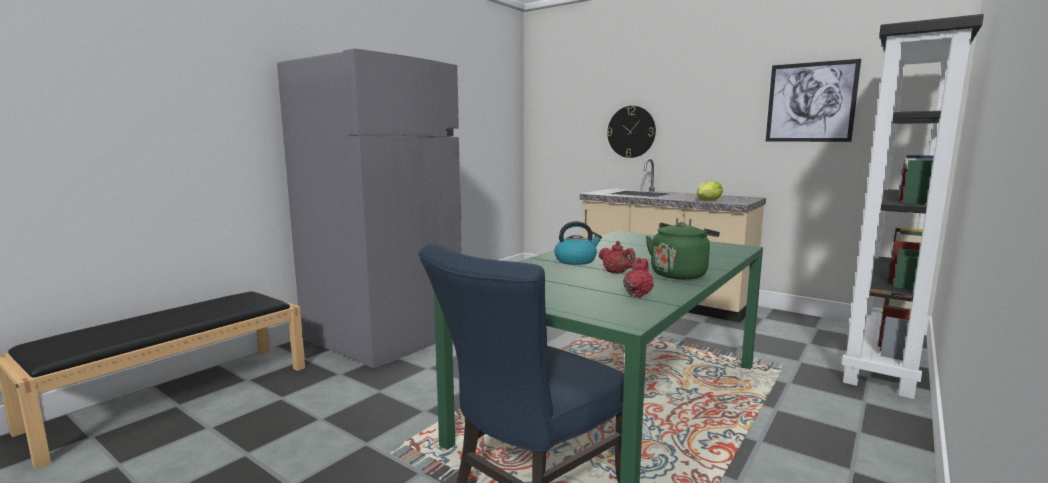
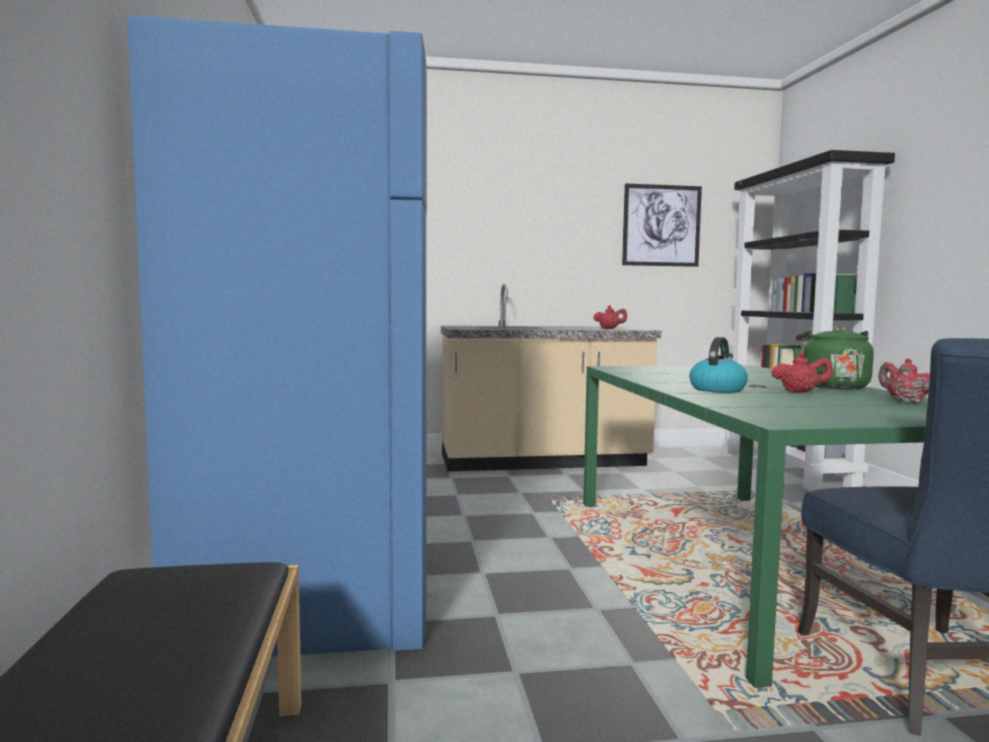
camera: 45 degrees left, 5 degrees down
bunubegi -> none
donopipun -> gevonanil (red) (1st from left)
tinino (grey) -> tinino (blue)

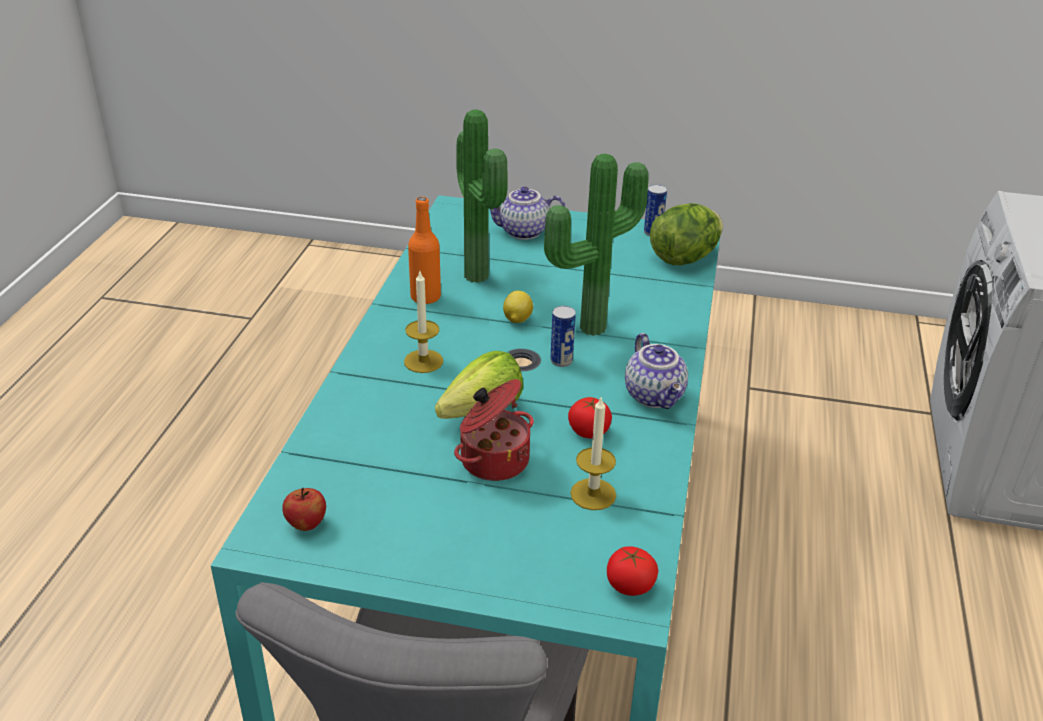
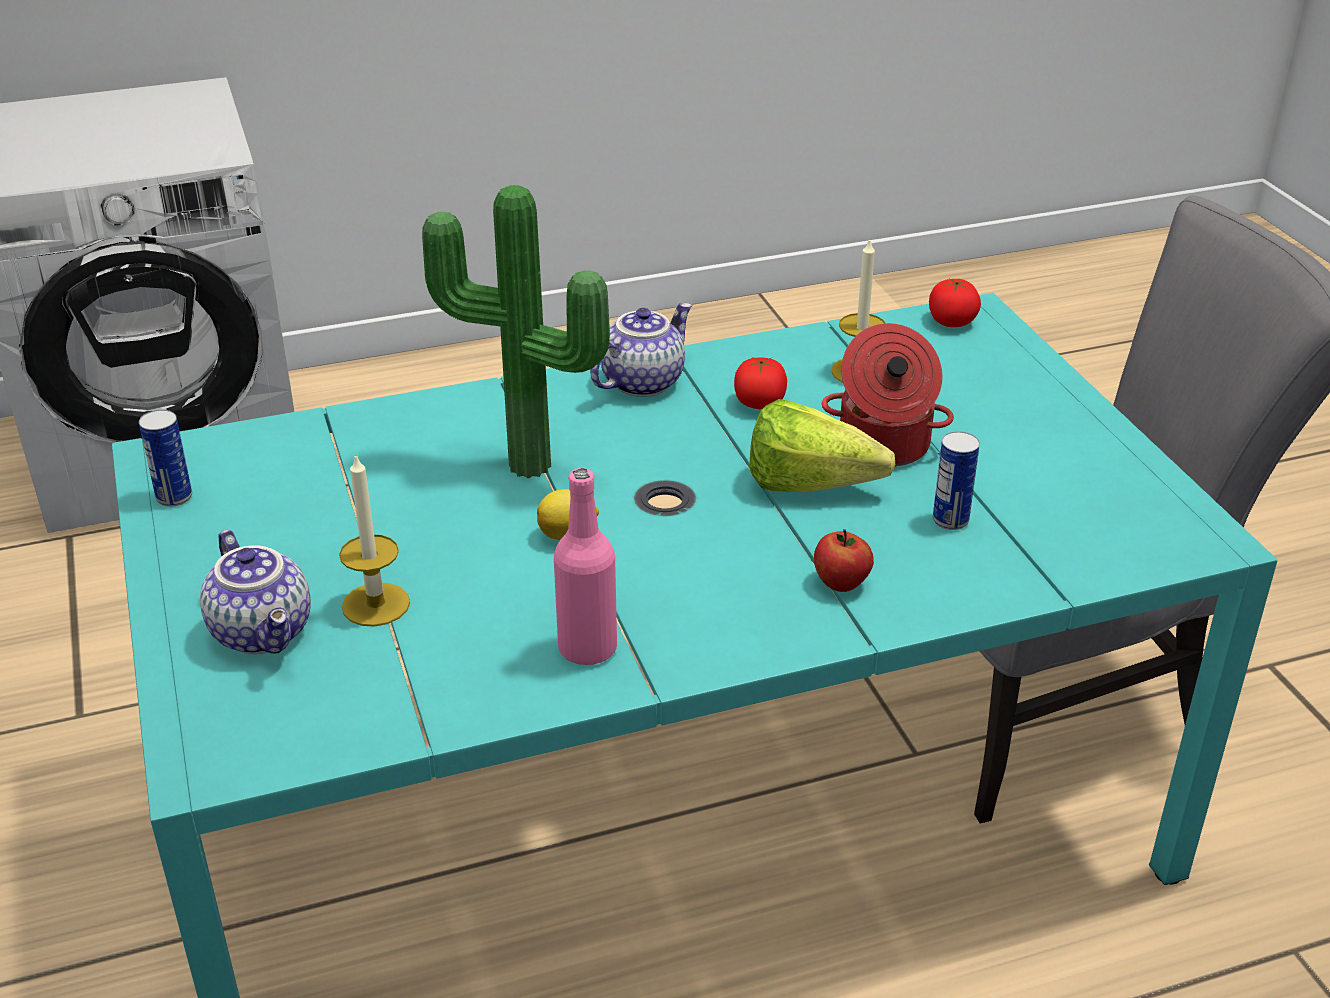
camera: 120 degrees left, 0 degrees up
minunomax (1st from left) -> none
donopipun (2nd from left) -> none
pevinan, move
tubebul (1st from left), move
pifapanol (1st from left in the first image) -> pifapanol (2nd from left), move
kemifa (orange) -> kemifa (pink)

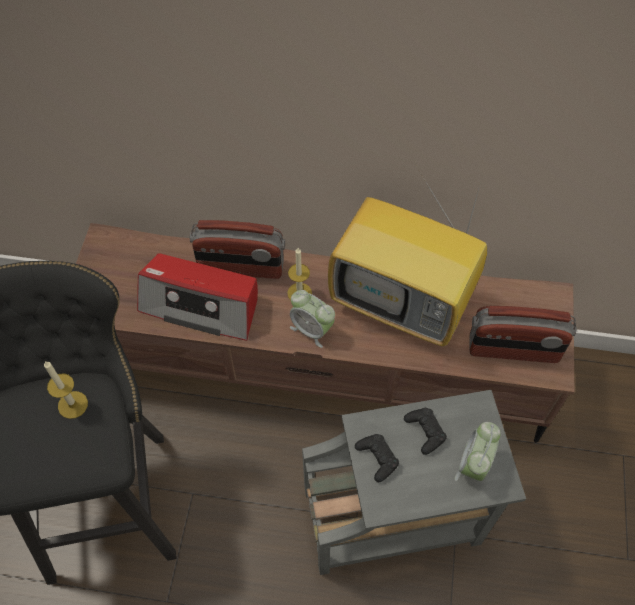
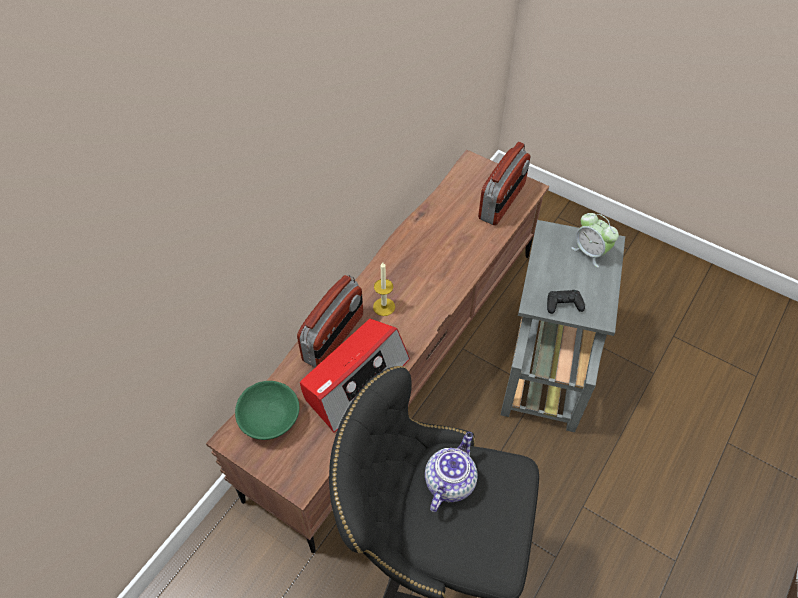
camera: 65 degrees left, 5 degrees down
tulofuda (1st from left) -> none
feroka -> none
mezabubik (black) (2nd from left) -> none
none -> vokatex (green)
tubebul (1st from left) -> gevonanil

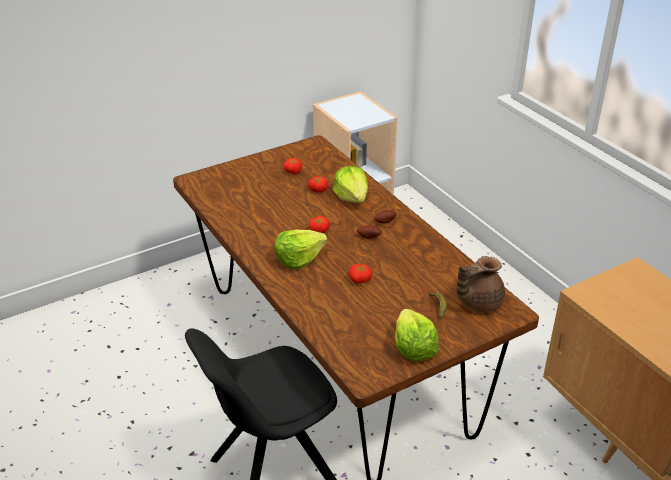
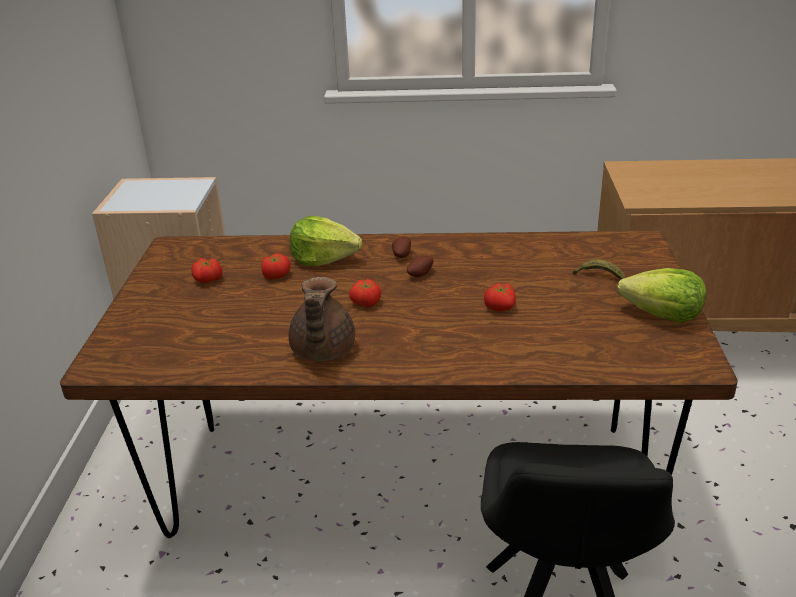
camera: 55 degrees left, 5 degrees down
donopipun (1st from left) -> none
gevonanil (brown), move

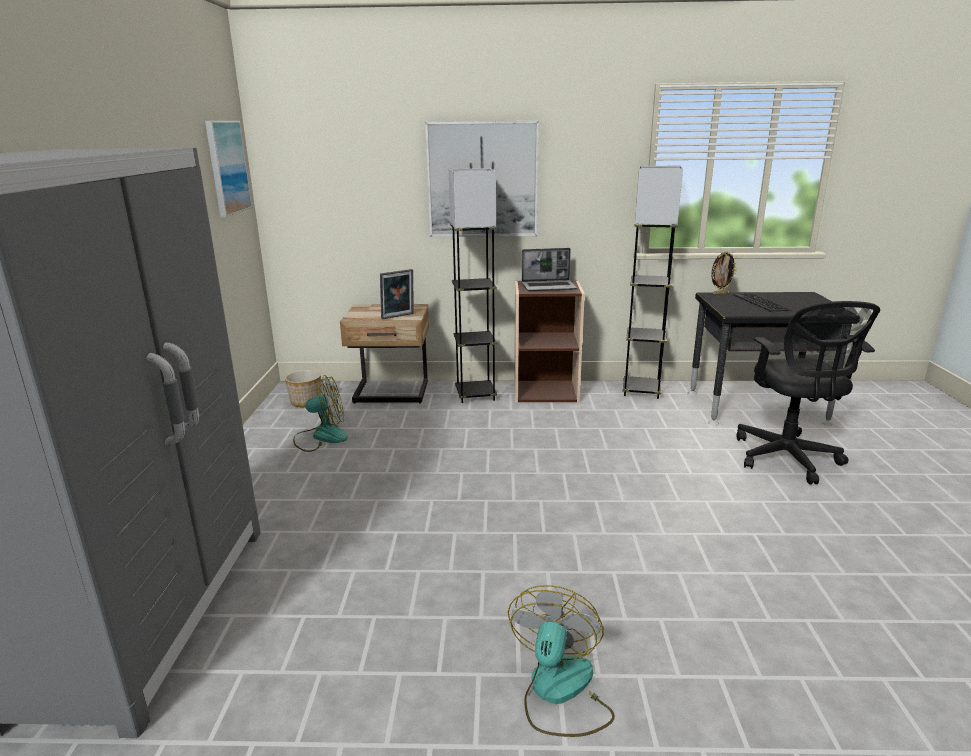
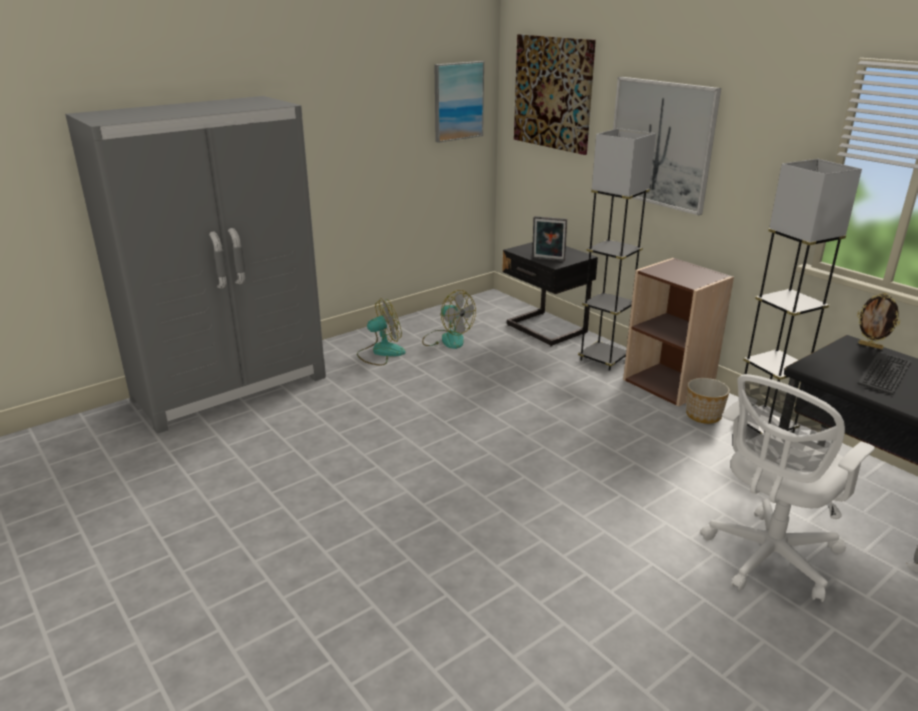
camera: 50 degrees right, 5 degrees up
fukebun -> none
none -> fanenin (2nd from left)
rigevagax, move
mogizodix (2nd from left in the first image) -> mogizodix (1st from left), move
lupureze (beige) -> lupureze (black)
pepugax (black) -> pepugax (white)

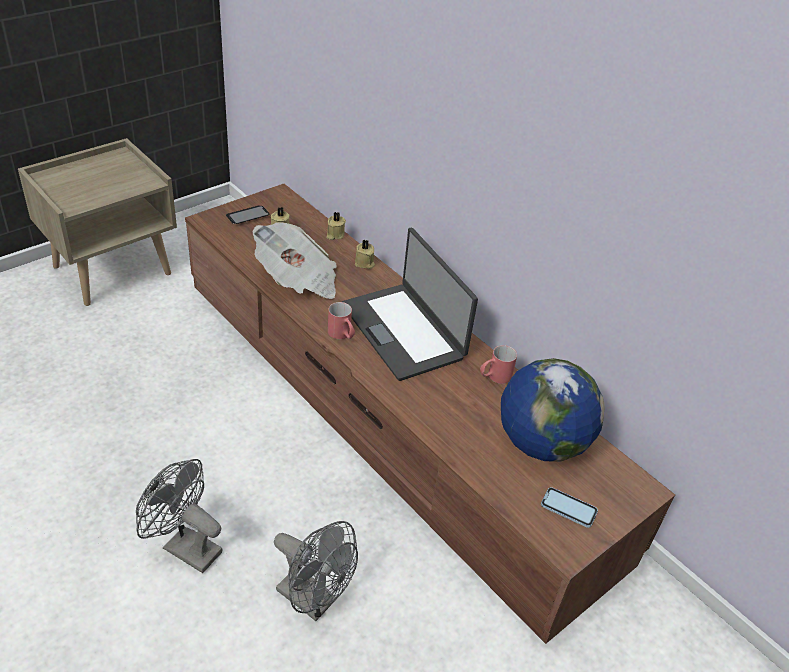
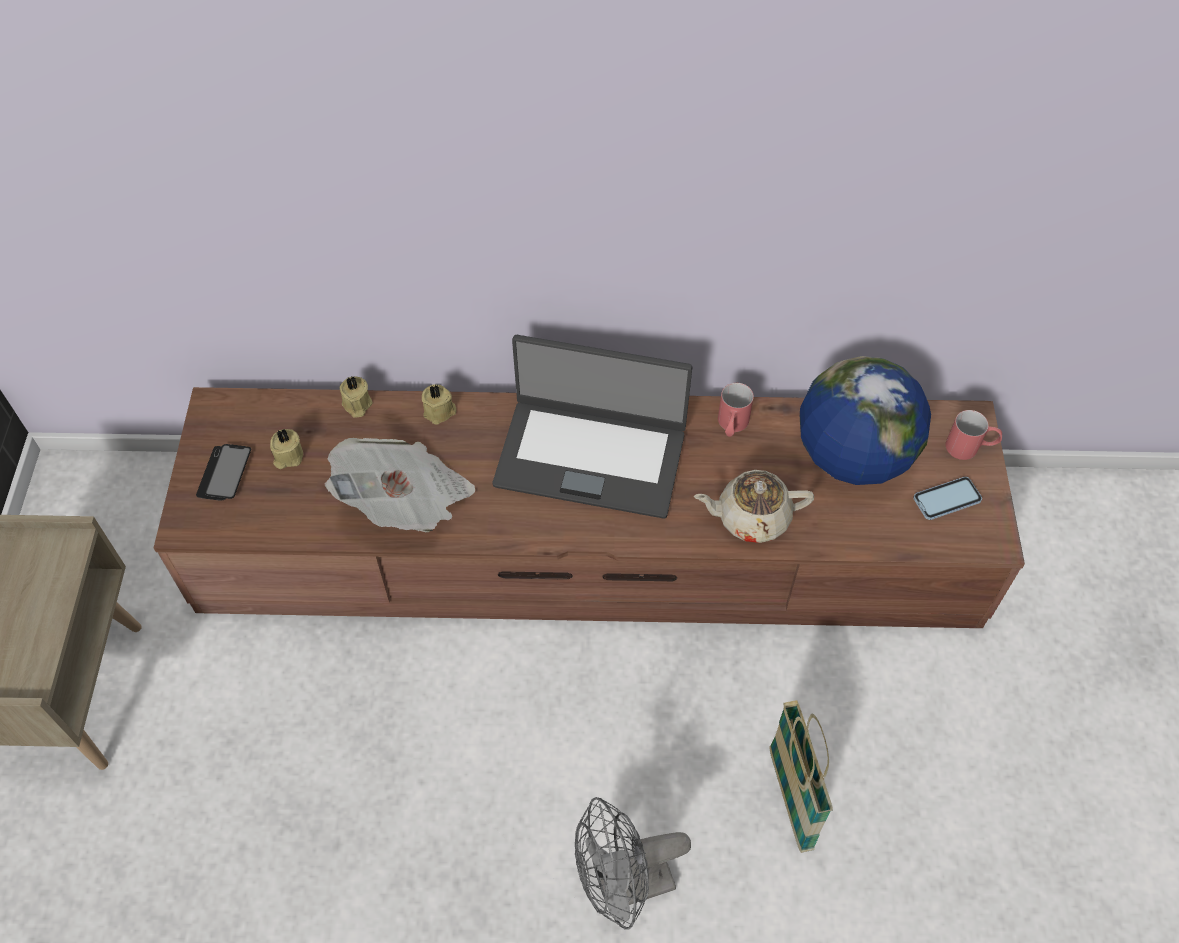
camera: 45 degrees left, 15 degrees up
none -> gevonanil (beige)
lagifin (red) (1st from left in the first image) -> lagifin (red) (2nd from left), move
mogizodix (grey) (2nd from left) -> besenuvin

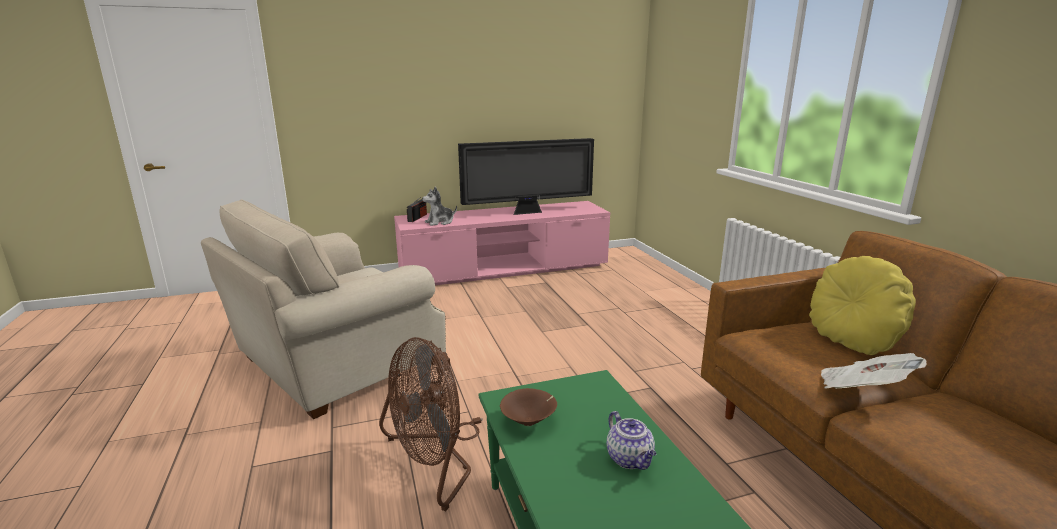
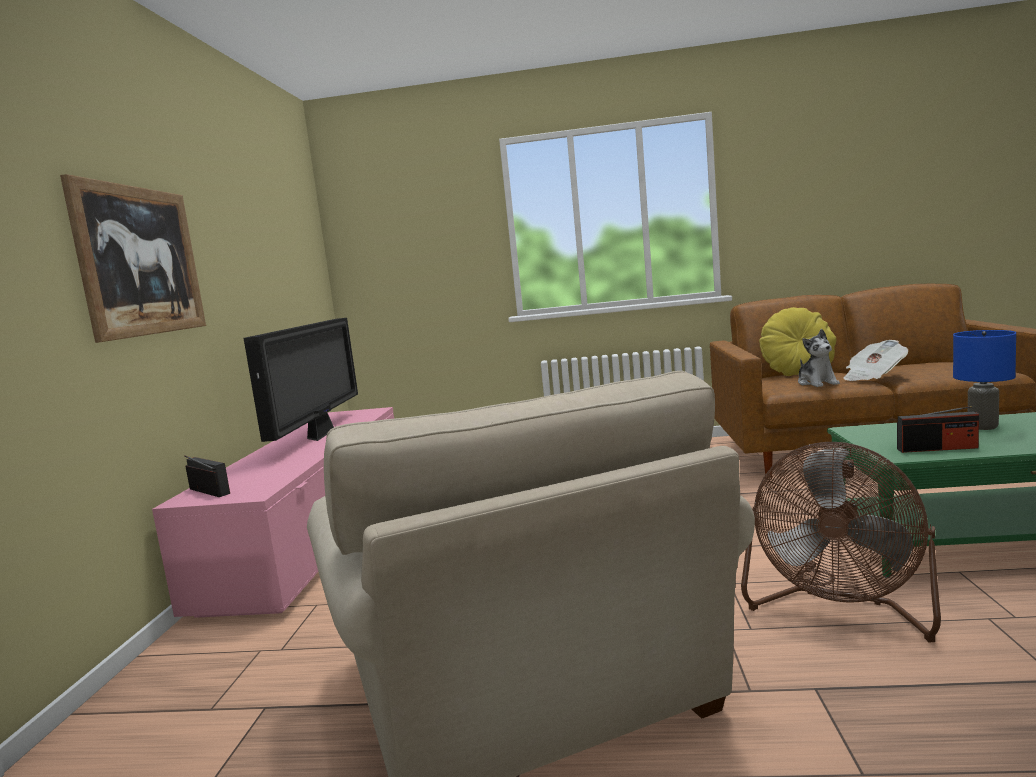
camera: 65 degrees left, 10 degrees down
none -> fanenin
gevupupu, move
vokatex (brown) -> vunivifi (2nd from left)
gevonanil -> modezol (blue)
mogizodix (brown), 45 degrees clockwise

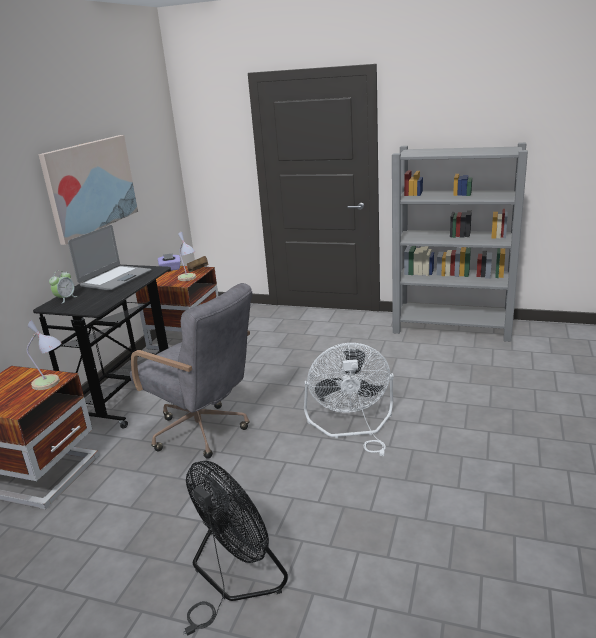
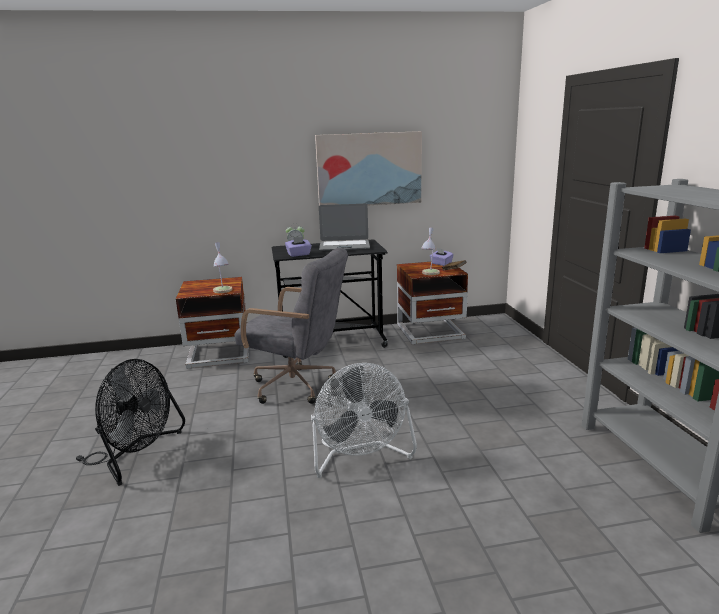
camera: 60 degrees right, 5 degrees down
none -> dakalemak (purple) (1st from left)
pepugax (grey), 75 degrees counterclockwise
mogizodix (white), 105 degrees clockwise

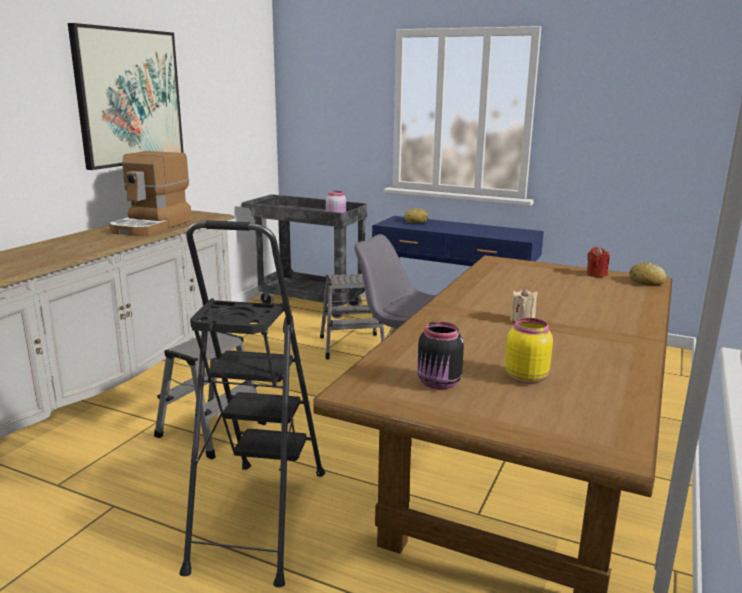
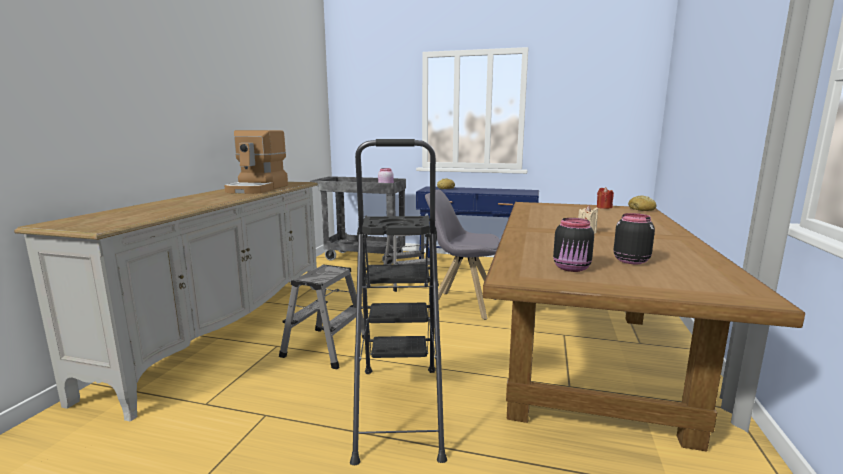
camera: 10 degrees left, 5 degrees down
fanenin -> none
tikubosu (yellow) -> tikubosu (black) (2nd from left)

